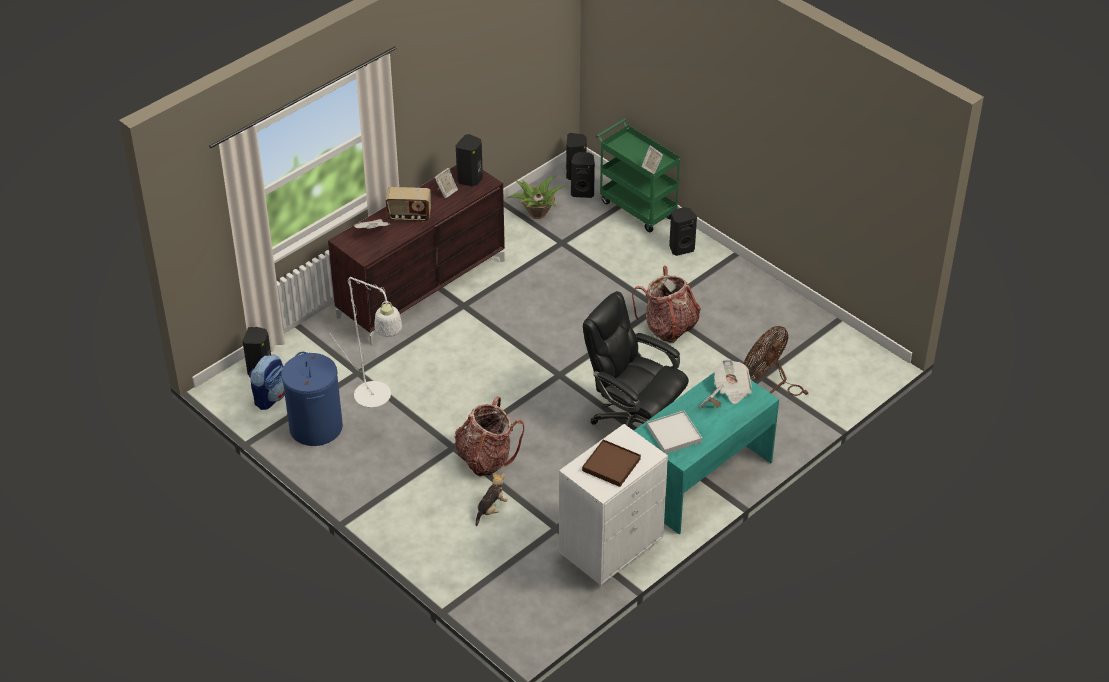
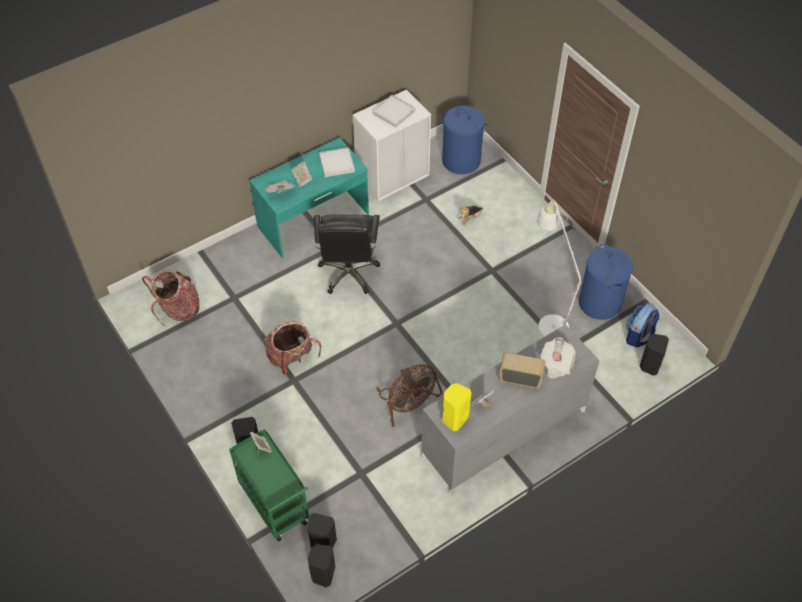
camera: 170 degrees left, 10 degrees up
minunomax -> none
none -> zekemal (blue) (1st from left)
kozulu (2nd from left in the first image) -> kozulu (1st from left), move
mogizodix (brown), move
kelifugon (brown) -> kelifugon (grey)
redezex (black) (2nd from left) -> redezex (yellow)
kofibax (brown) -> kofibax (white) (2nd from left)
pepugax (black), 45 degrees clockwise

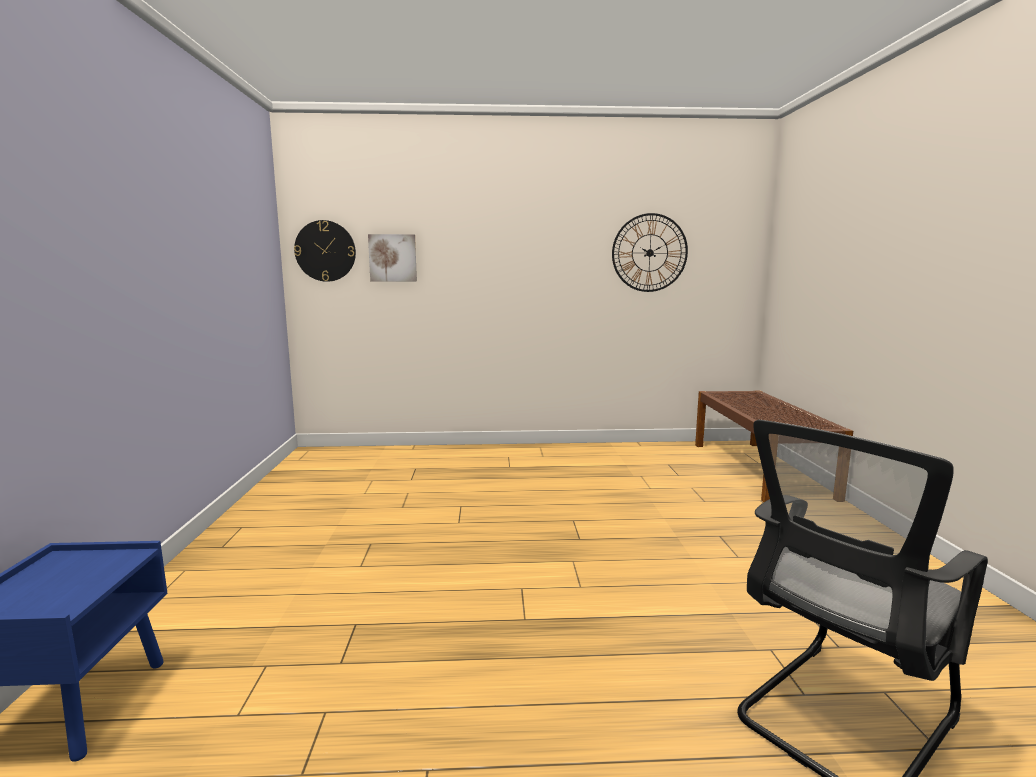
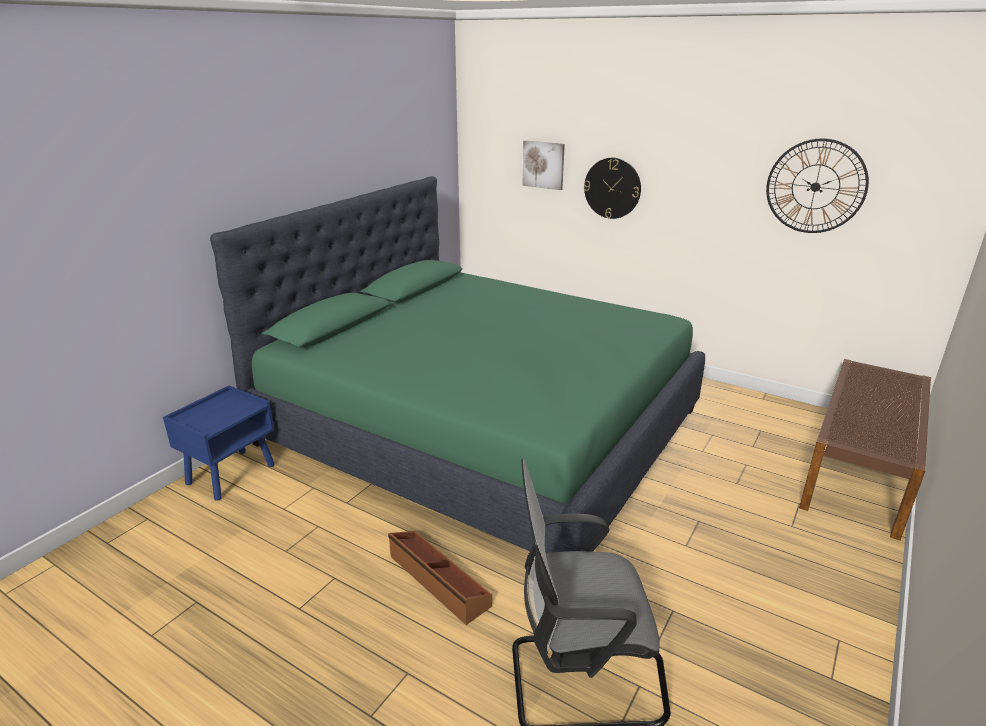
camera: 35 degrees right, 15 degrees up
none -> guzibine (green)
none -> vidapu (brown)
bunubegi (1st from left), move

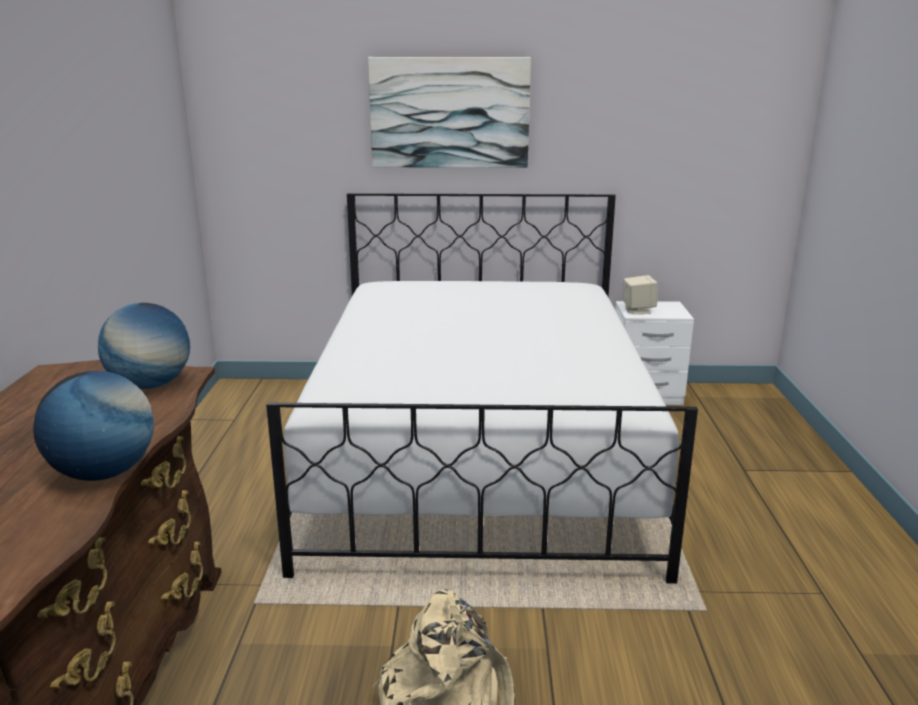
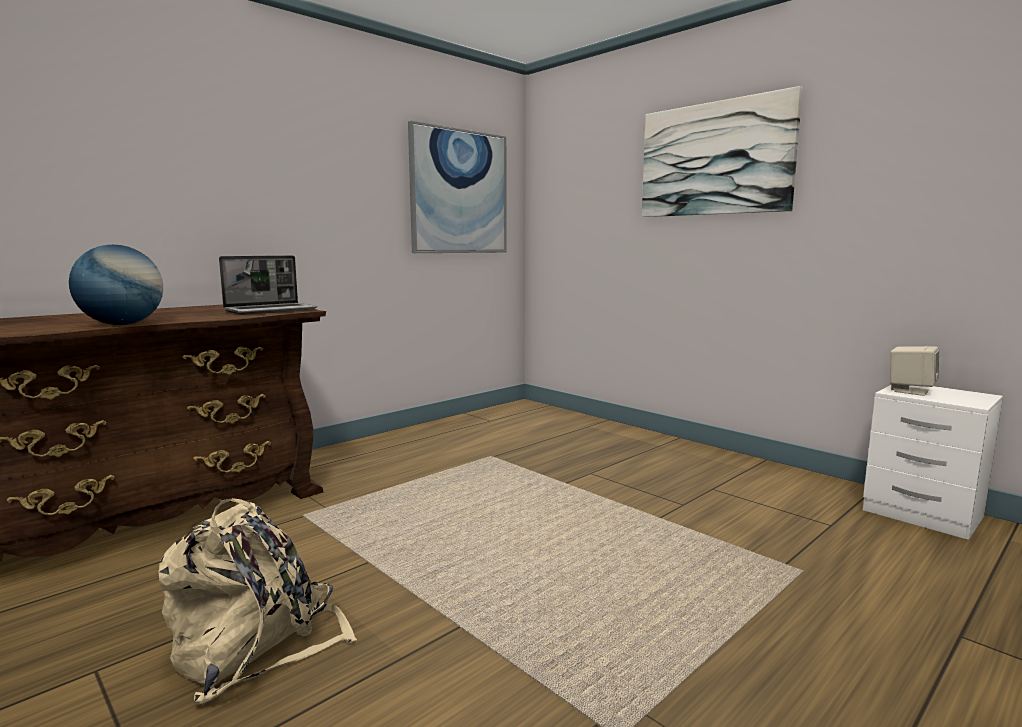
camera: 45 degrees right, 10 degrees down
guzibine (white) -> none
none -> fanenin (1st from left)
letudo (2nd from left) -> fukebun

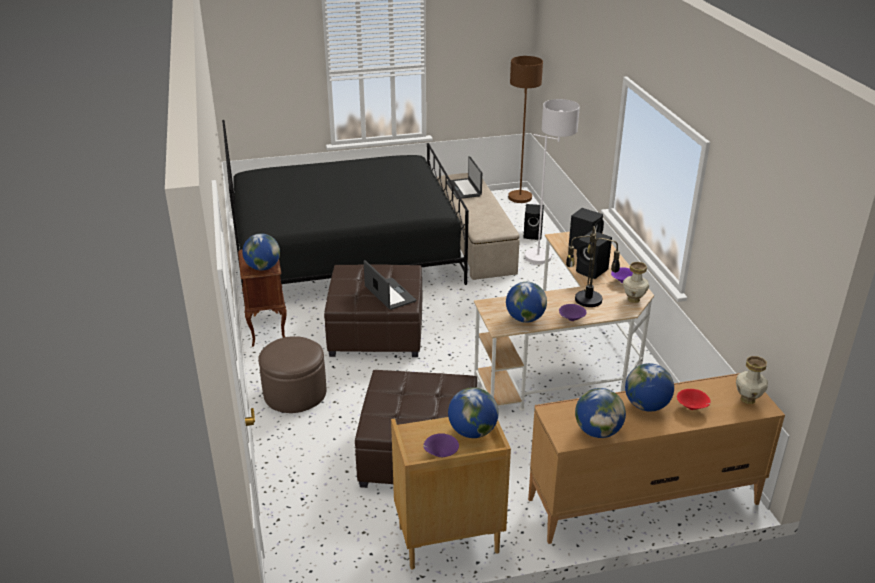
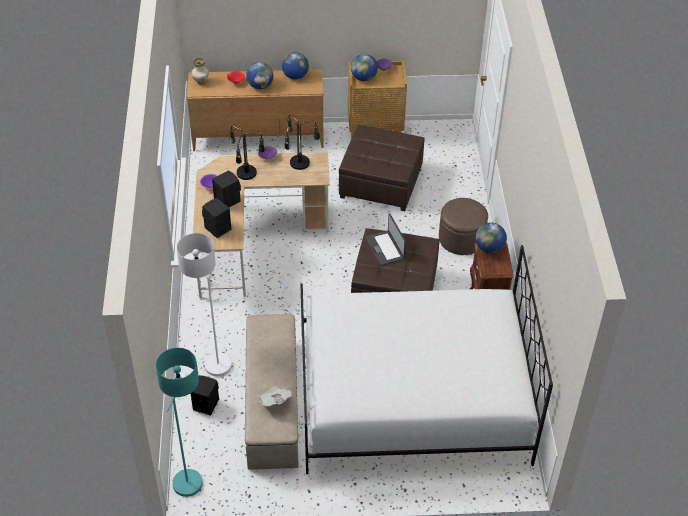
camera: 170 degrees left, 15 degrees up
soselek (1st from left) -> none
fukebun (2nd from left) -> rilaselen
letudo (3rd from left) -> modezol (2nd from left)
guzibine (black) -> guzibine (white)
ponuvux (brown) -> ponuvux (turquoise)

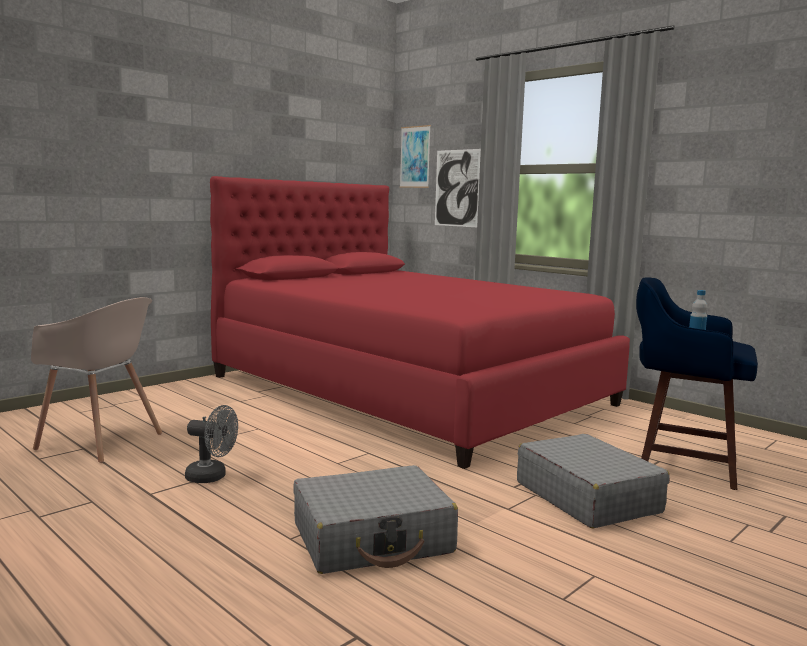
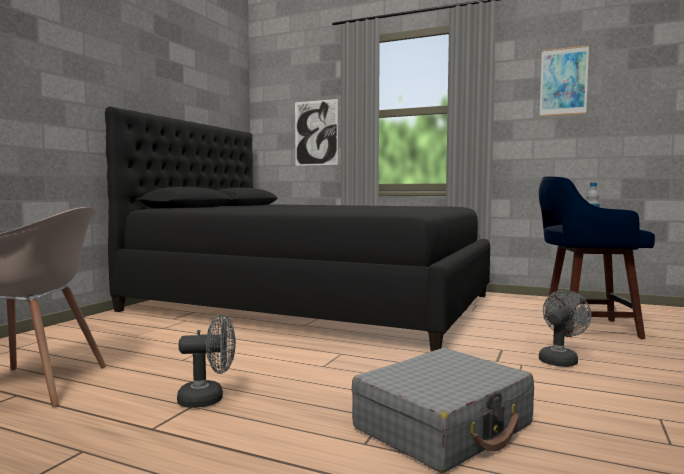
camera: 20 degrees left, 5 degrees down
fanenin (1st from left in the first image) -> fanenin (2nd from left), move
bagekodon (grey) (2nd from left) -> mogizodix (grey) (2nd from left)
guzibine (red) -> guzibine (black)

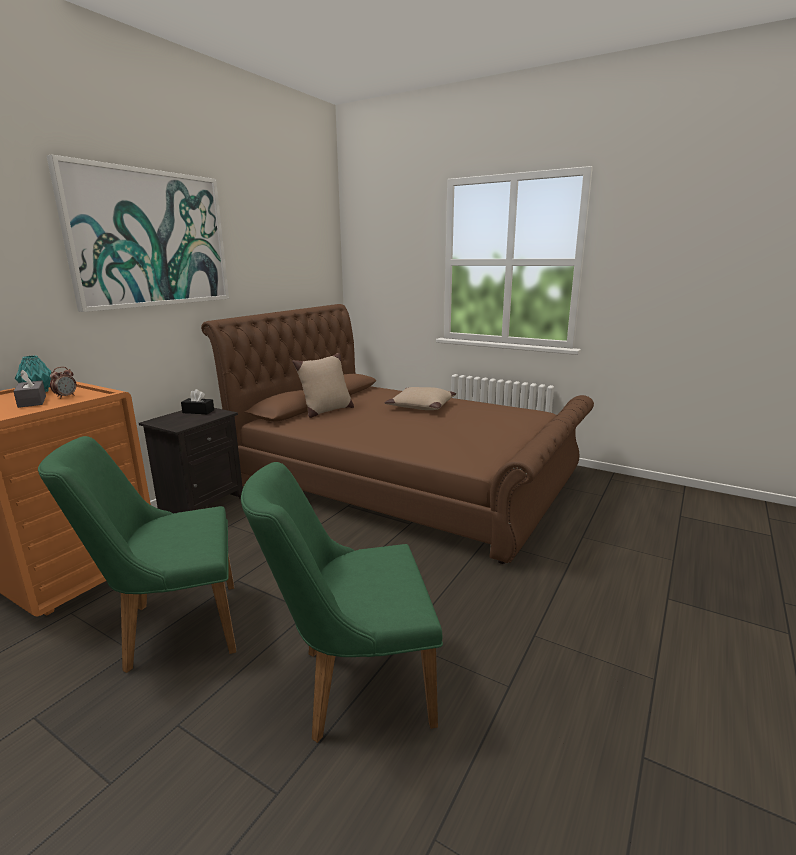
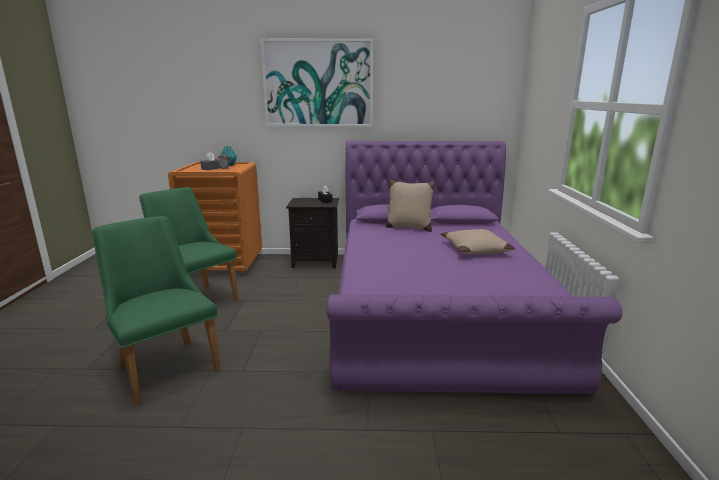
camera: 60 degrees right, 0 degrees up
guzibine (brown) -> guzibine (purple)

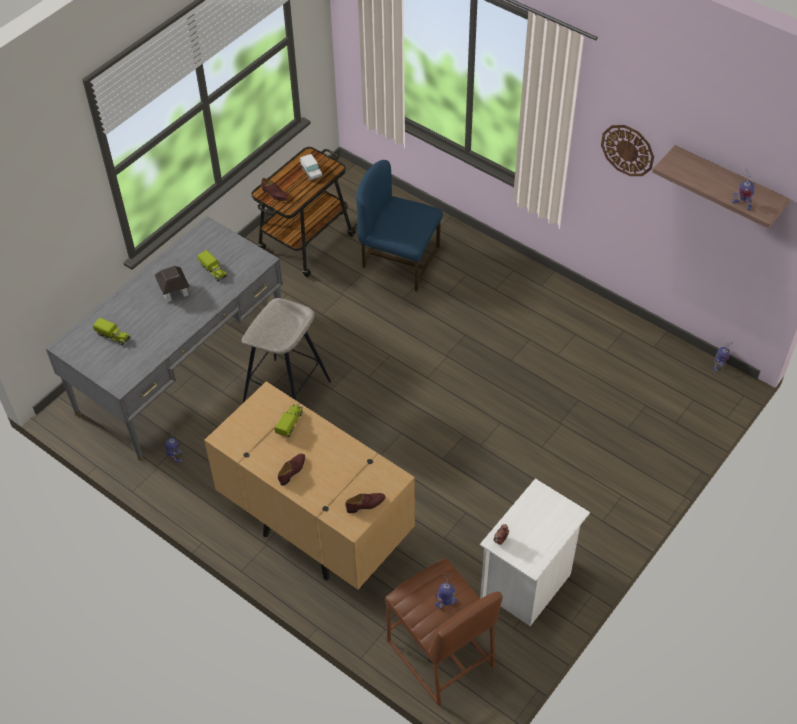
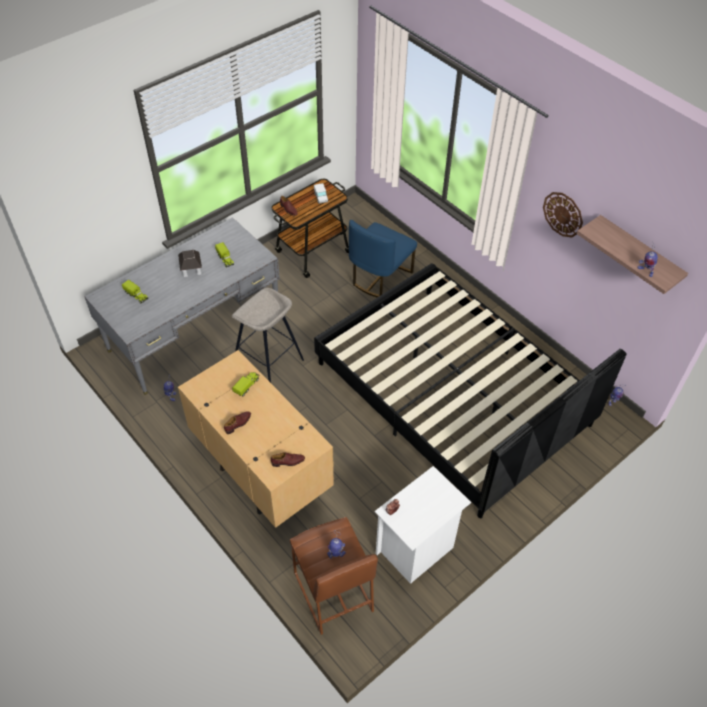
camera: 10 degrees right, 0 degrees up
none -> guzibine (black)
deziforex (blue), 90 degrees counterclockwise

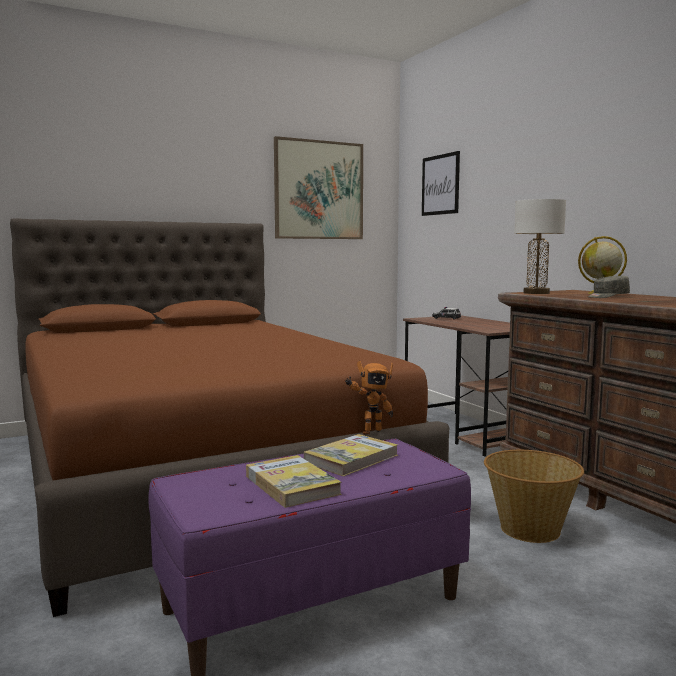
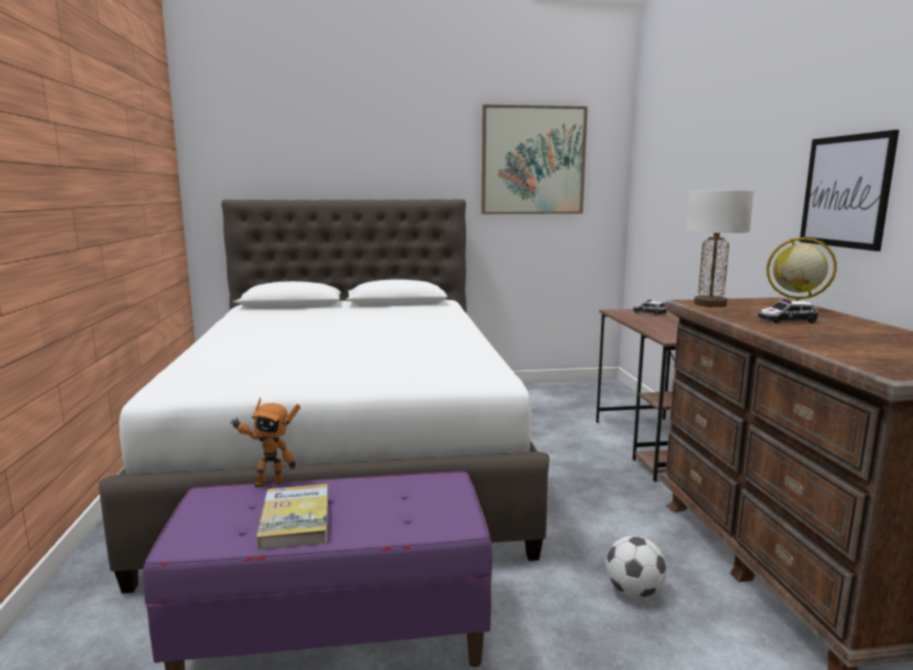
camera: 20 degrees right, 5 degrees up
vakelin (2nd from left) -> none
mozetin, move
fanenin (2nd from left), move
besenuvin -> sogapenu
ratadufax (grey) -> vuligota (2nd from left)
guzibine (brown) -> guzibine (white)

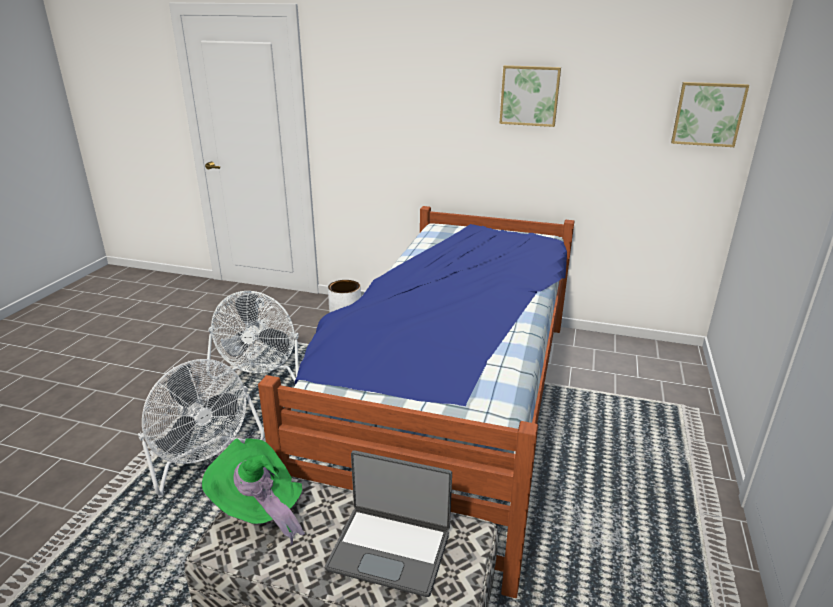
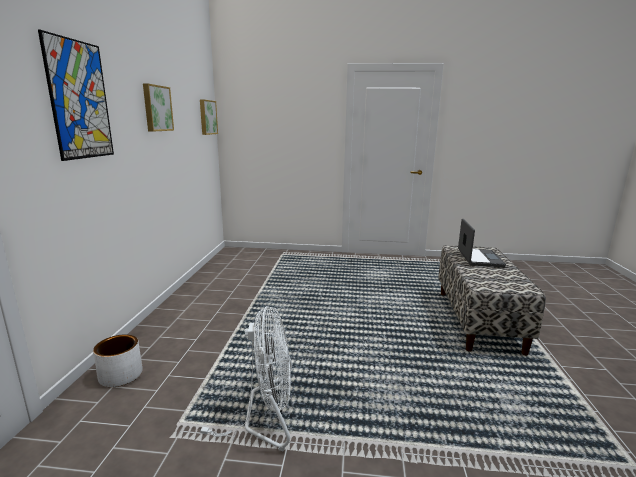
camera: 100 degrees left, 10 degrees down
mogizodix (white) (1st from left) -> none
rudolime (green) -> none
guzibine -> none
none -> fanenin (1st from left)

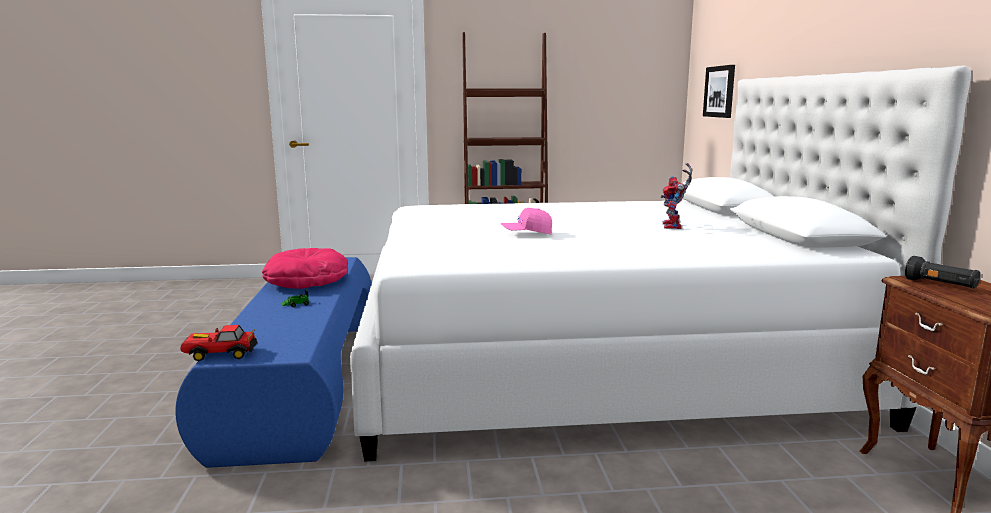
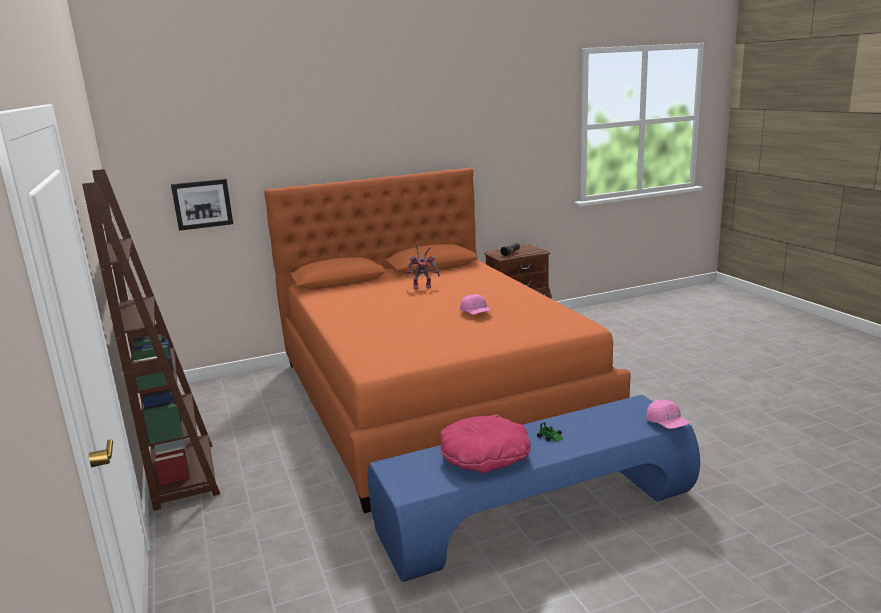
camera: 105 degrees left, 5 degrees up
vuligota (1st from left) -> ratadufax (pink) (2nd from left)
guzibine (white) -> guzibine (orange)

